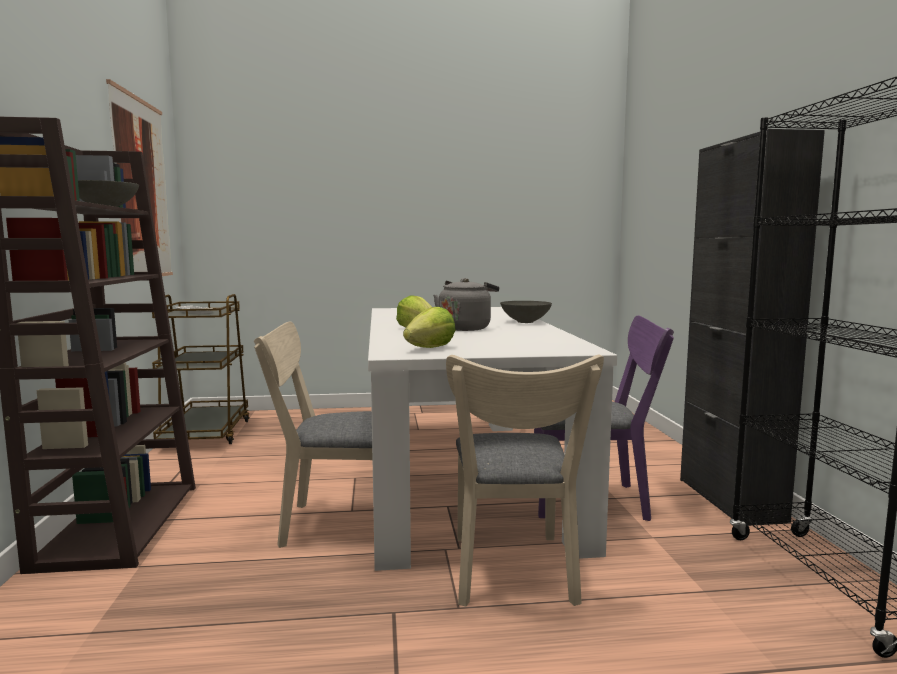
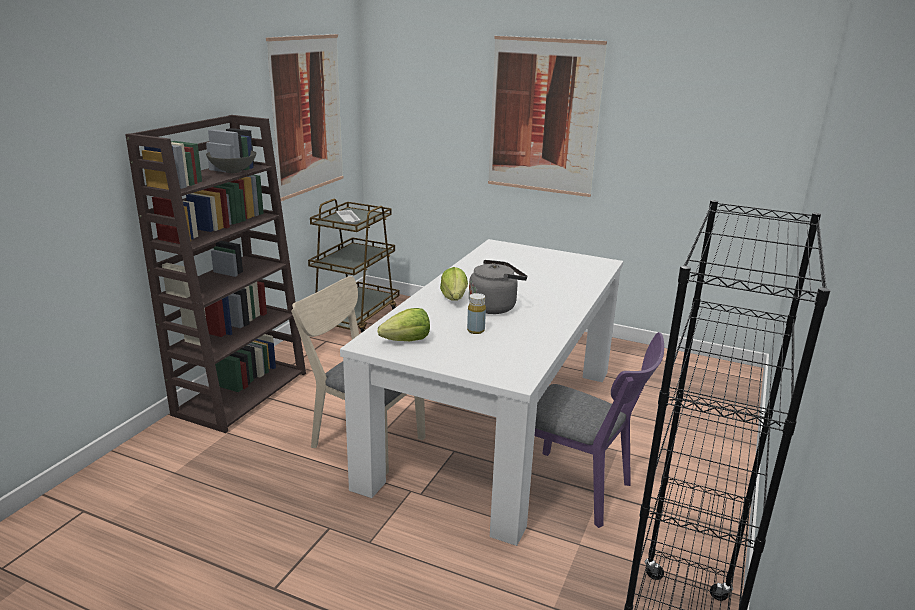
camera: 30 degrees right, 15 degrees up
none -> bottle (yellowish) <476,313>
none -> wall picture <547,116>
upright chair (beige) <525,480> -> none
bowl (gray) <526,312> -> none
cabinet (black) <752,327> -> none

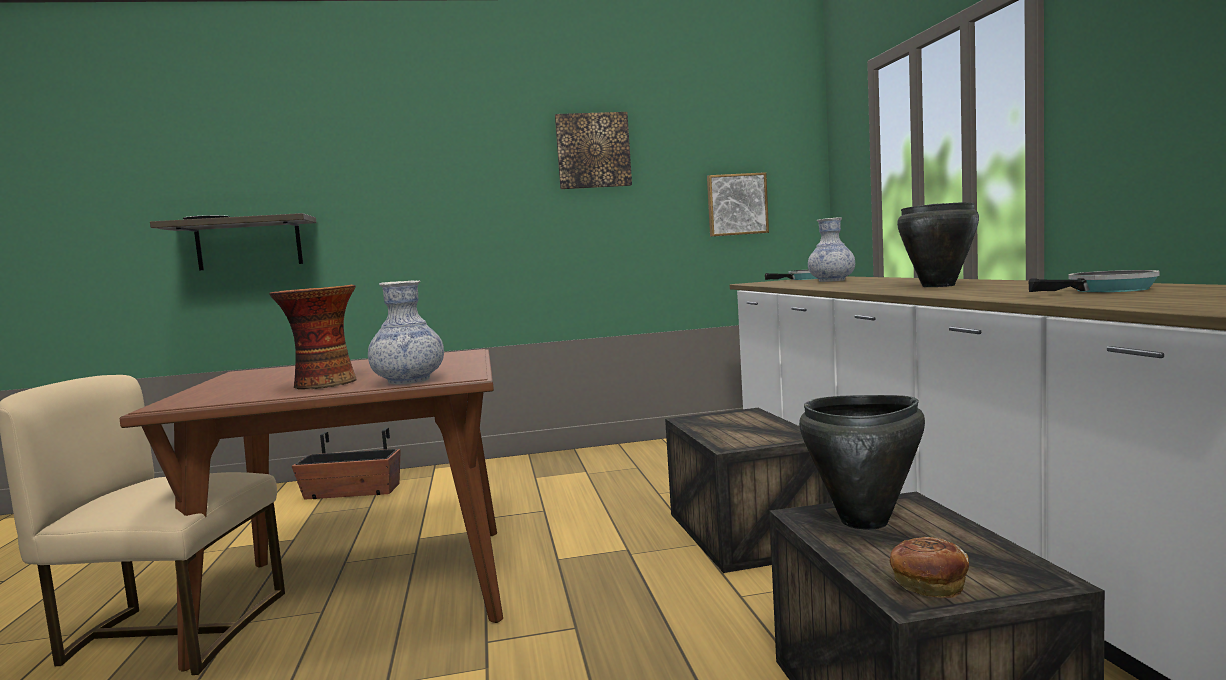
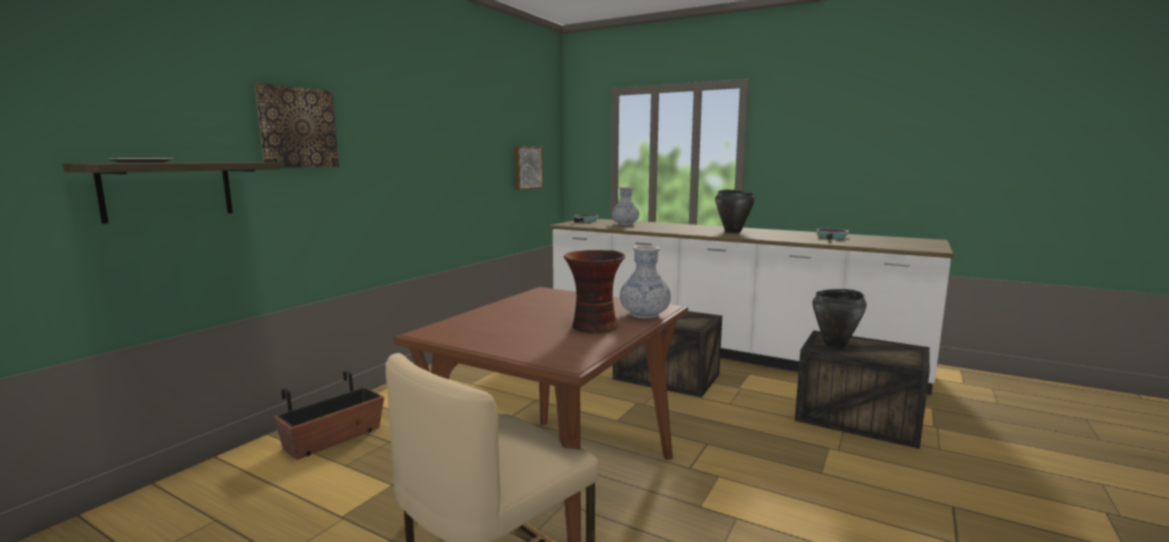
camera: 50 degrees left, 5 degrees up
wall picture <593,150> -> wall picture <297,125>, moved
baked bread <929,567> -> none

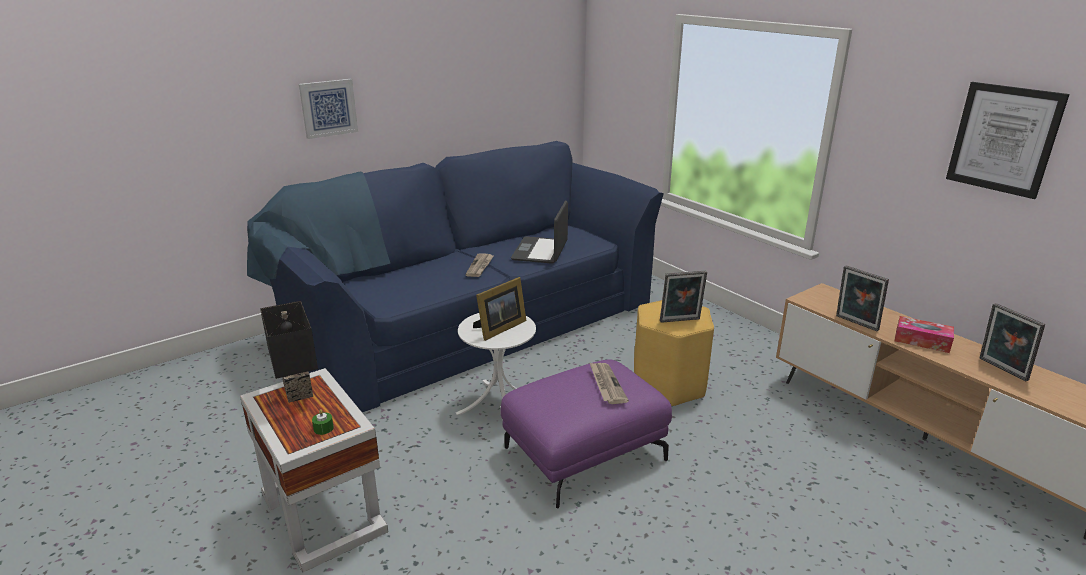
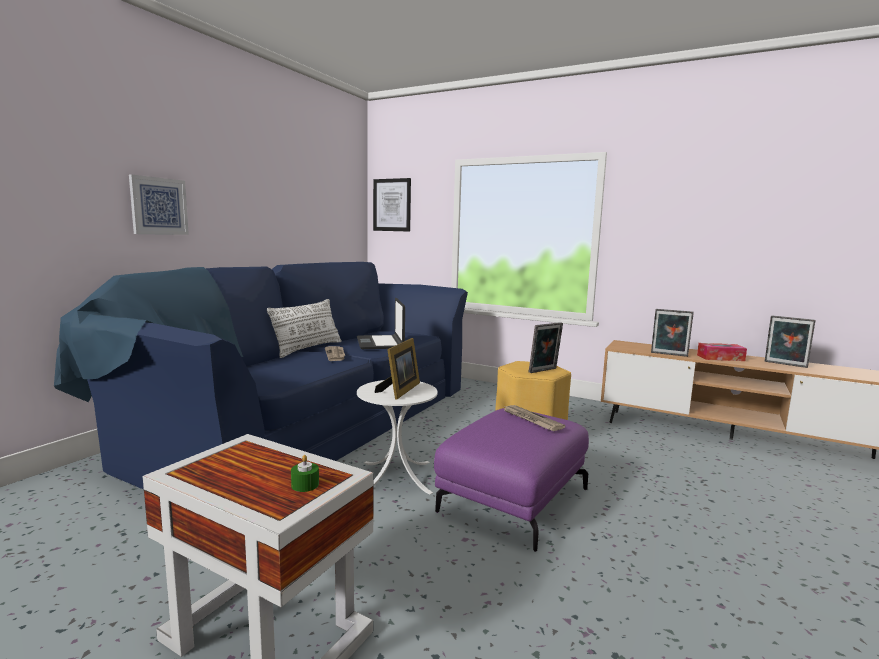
camera: 25 degrees left, 15 degrees down
none -> throw pillow (white-coloured) <304,328>
wall picture <1007,140> -> wall picture <392,205>, moved
tabletop lamp (black) <289,352> -> none

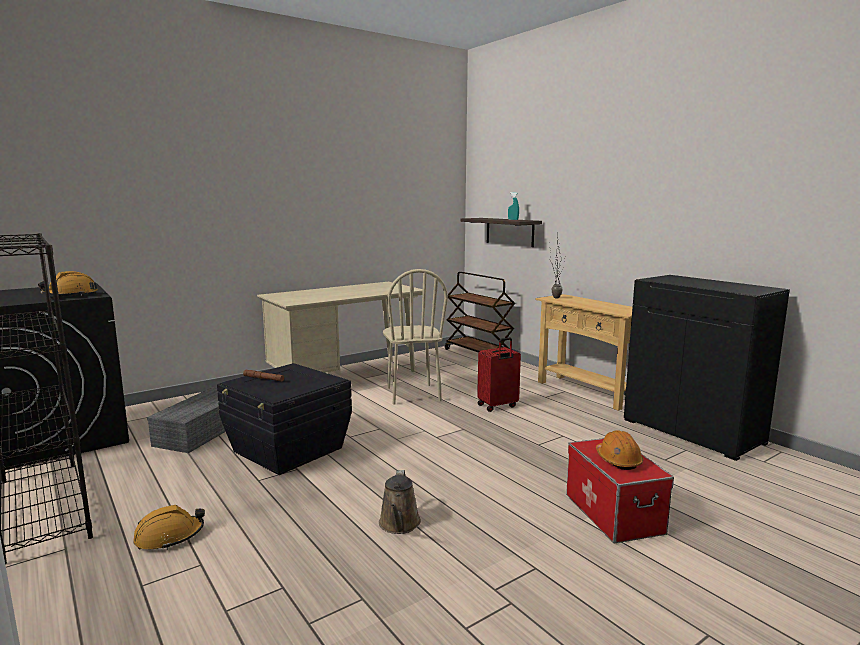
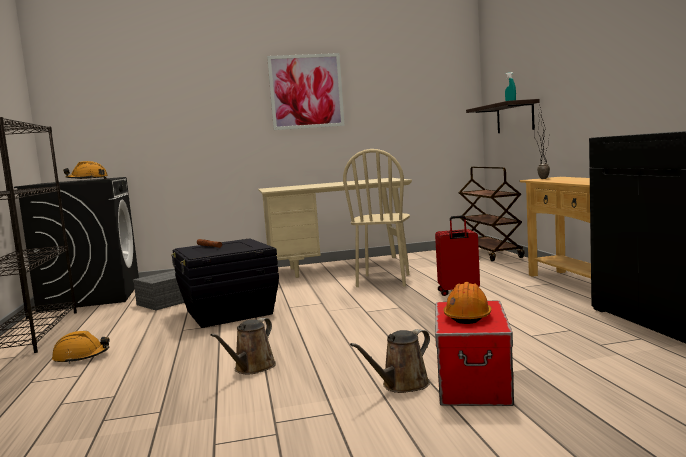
camera: 25 degrees right, 5 degrees down
none -> wall picture <306,91>
none -> watering pot (brownish) <390,361>

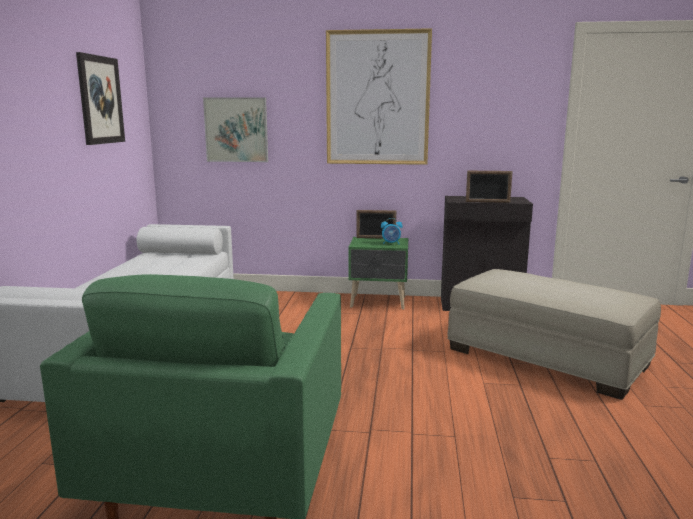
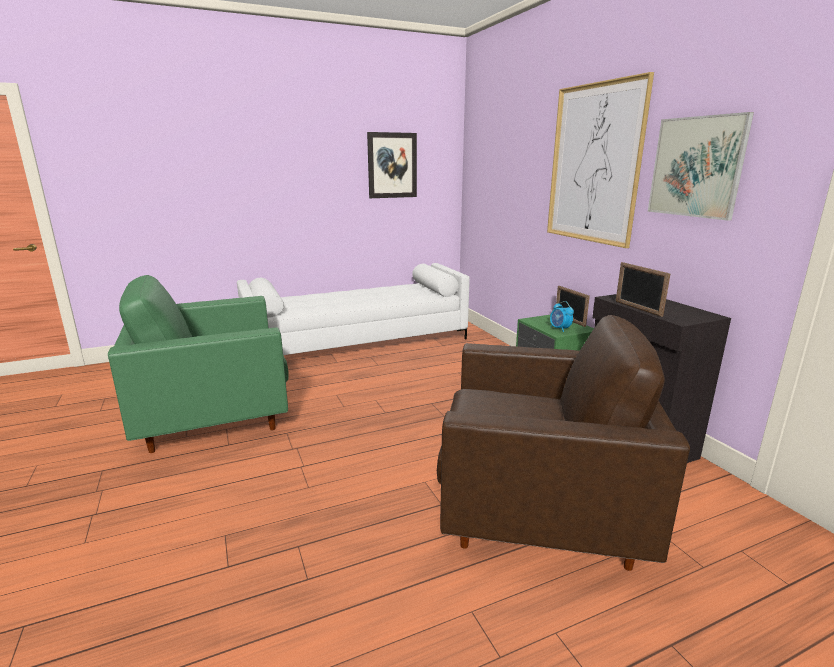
camera: 60 degrees right, 5 degrees up
pouffe (beige) <554,334> -> armchair (brownish) <563,443>
wall picture <235,129> -> wall picture <701,166>, moved

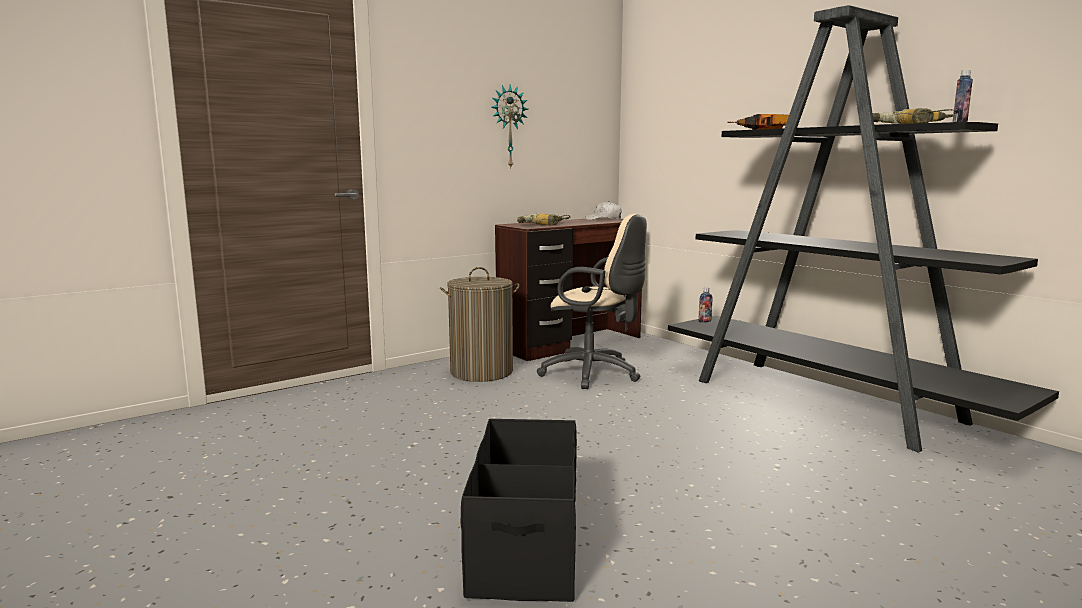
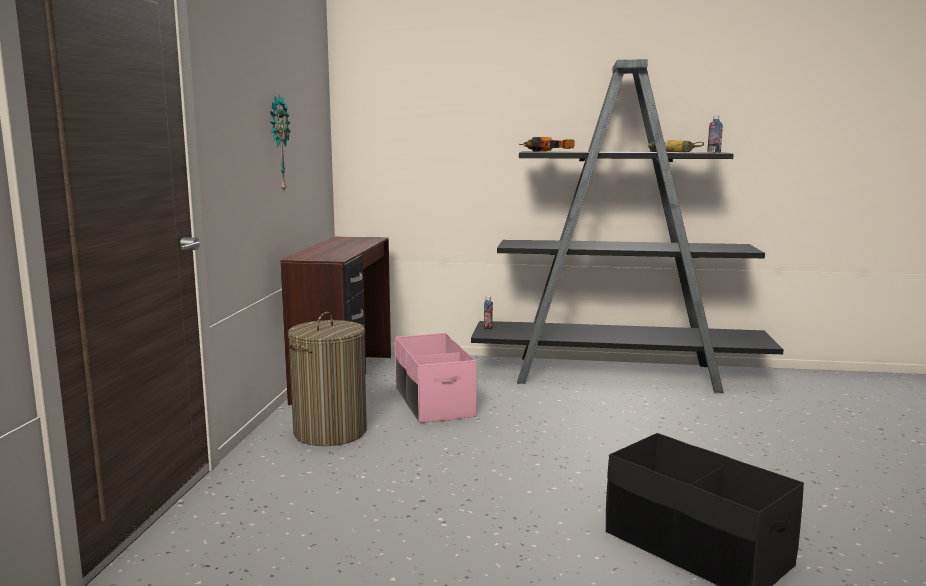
camera: 45 degrees left, 0 degrees up
computer chair (beige) <592,301> -> storage bin (pink) <436,378>
drill <543,219> -> none
cap (white-coloured) <603,210> -> none

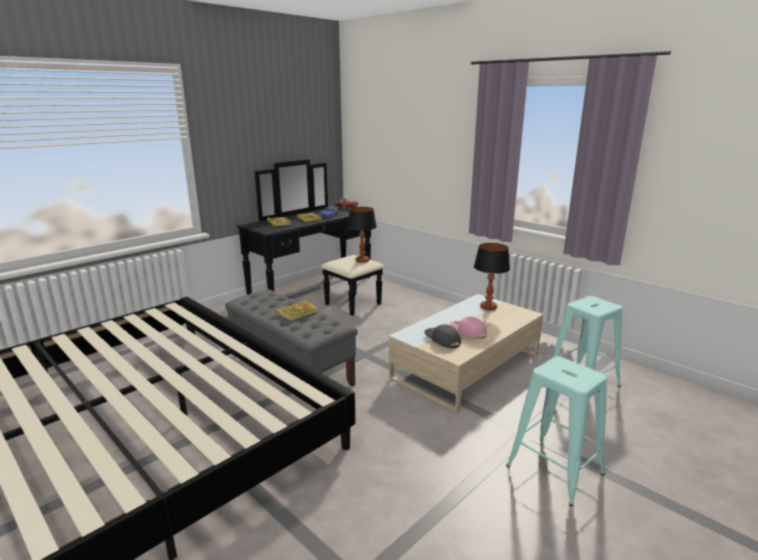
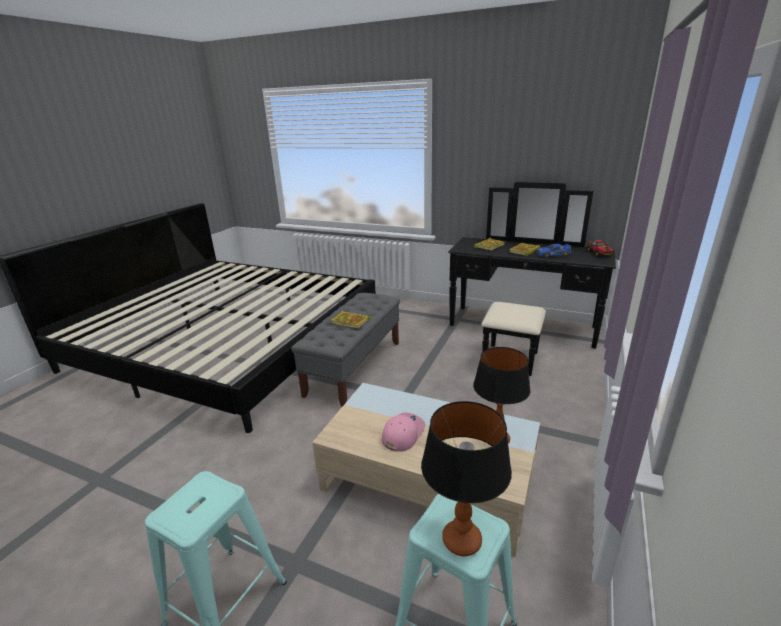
camera: 70 degrees right, 5 degrees up
tabletop lamp <362,235> -> tabletop lamp <466,478>, moved
cap (gray) <442,336> -> none

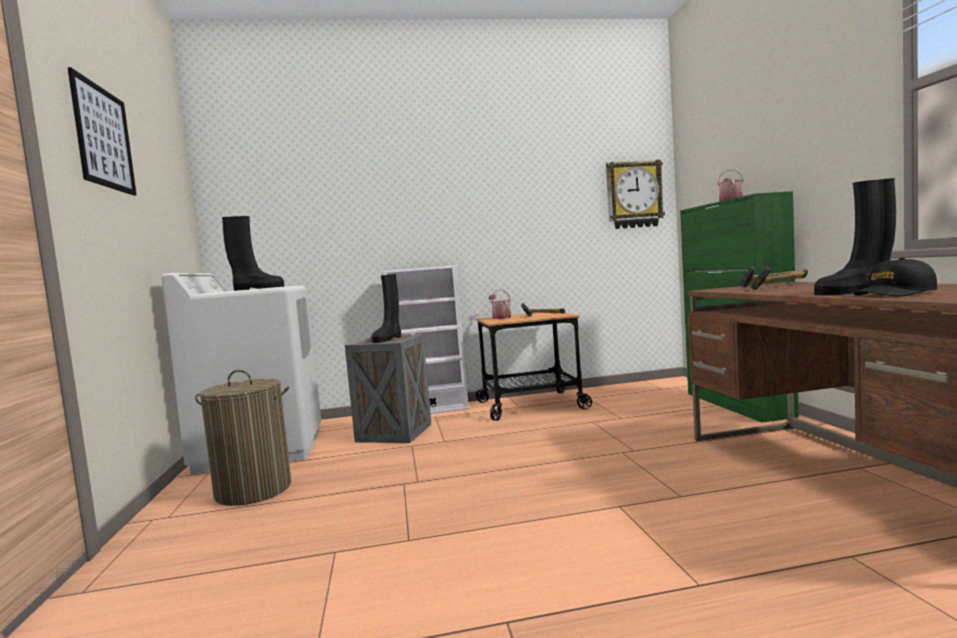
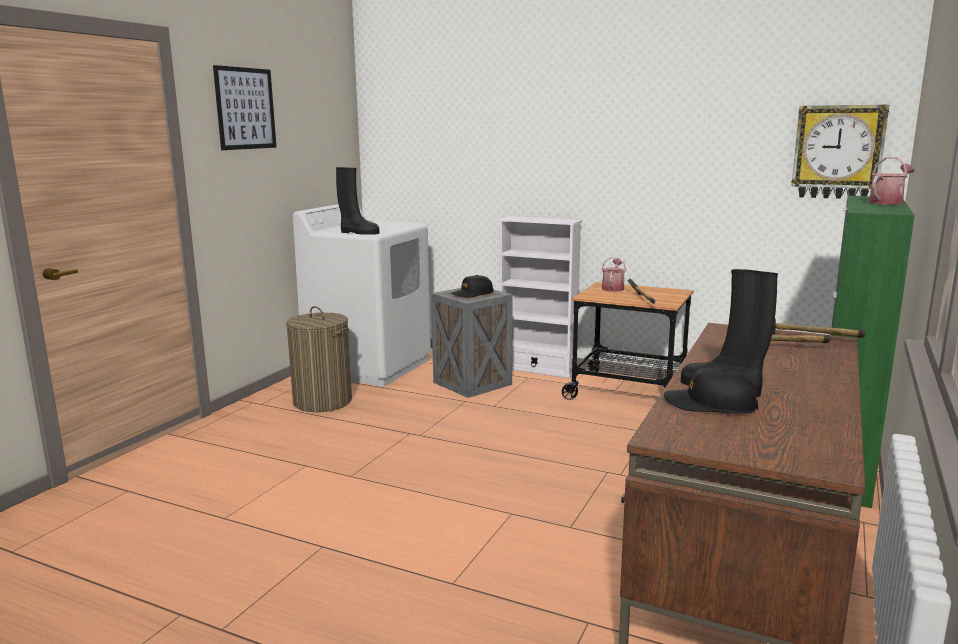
camera: 35 degrees right, 10 degrees up
tall boot (black) <386,308> -> cap (black) <472,286>

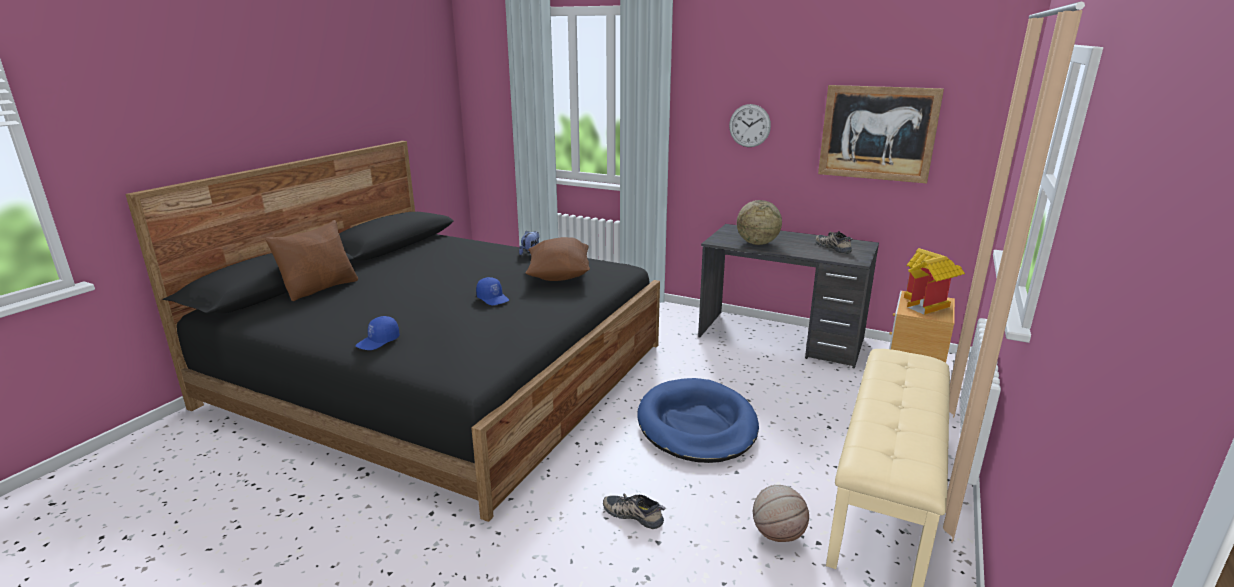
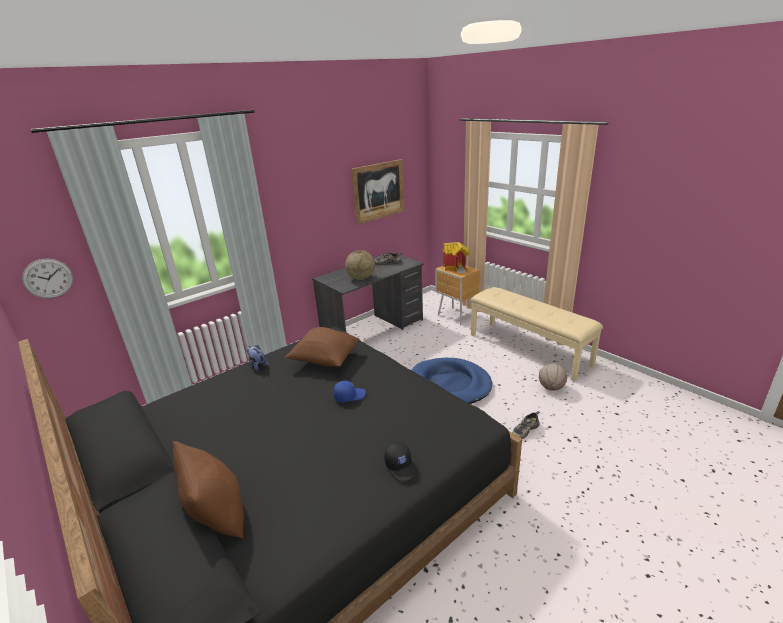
camera: 65 degrees left, 5 degrees up
wall clock <750,125> -> wall clock <47,279>, moved
cap (bluish) <378,333> -> cap (black) <400,461>

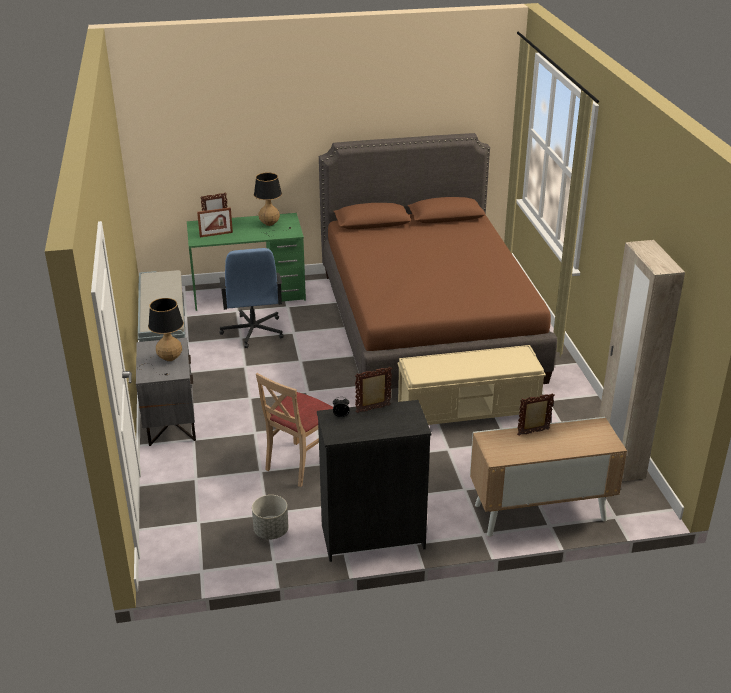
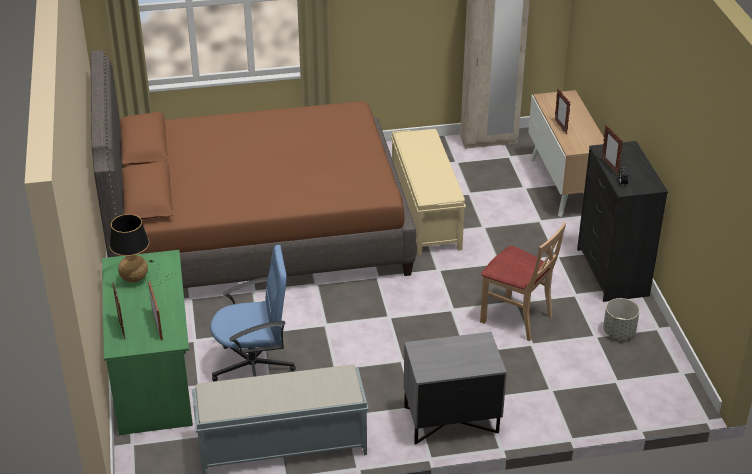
camera: 90 degrees left, 5 degrees up
tabletop lamp <163,336> -> none

